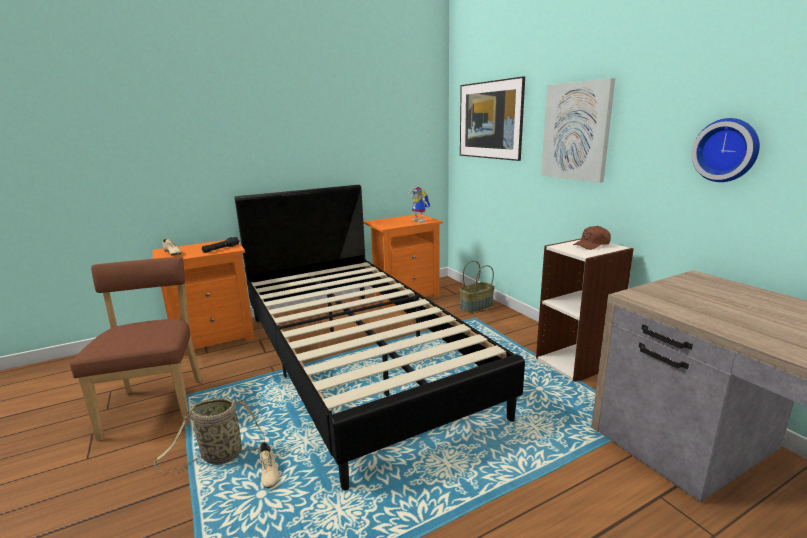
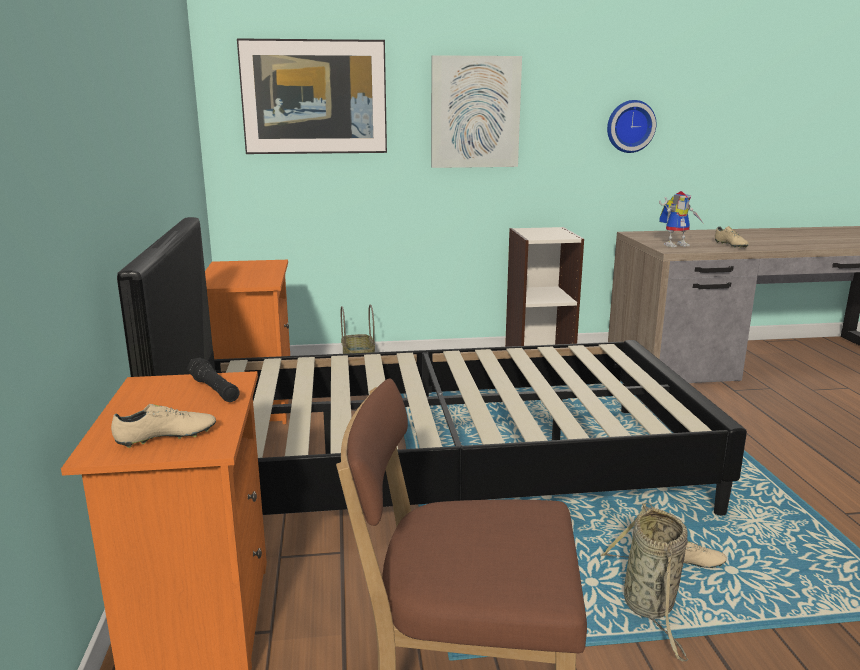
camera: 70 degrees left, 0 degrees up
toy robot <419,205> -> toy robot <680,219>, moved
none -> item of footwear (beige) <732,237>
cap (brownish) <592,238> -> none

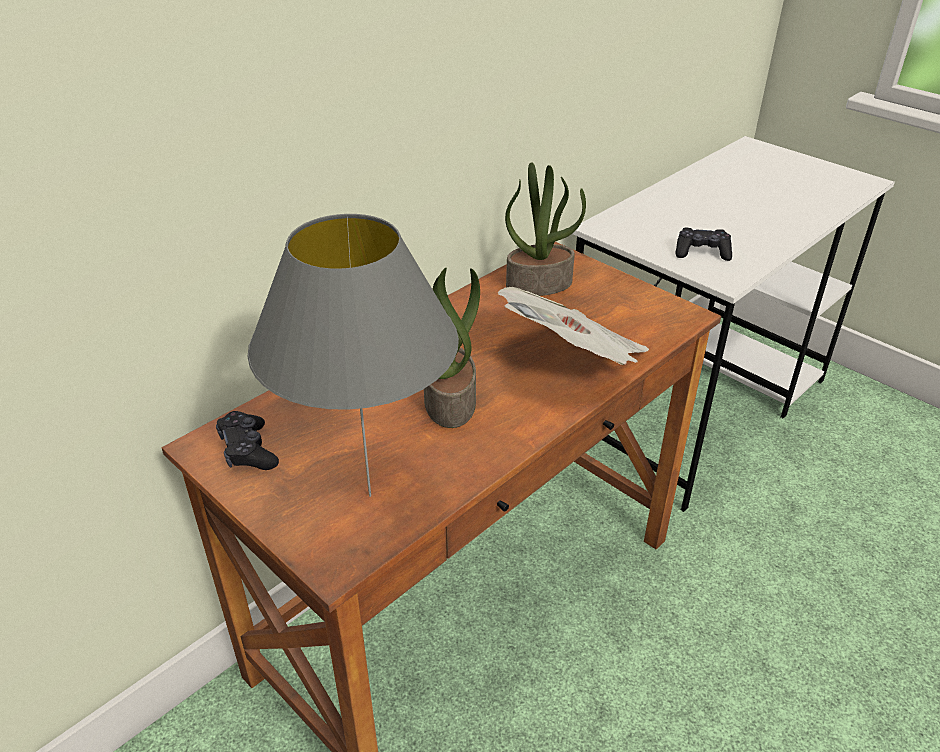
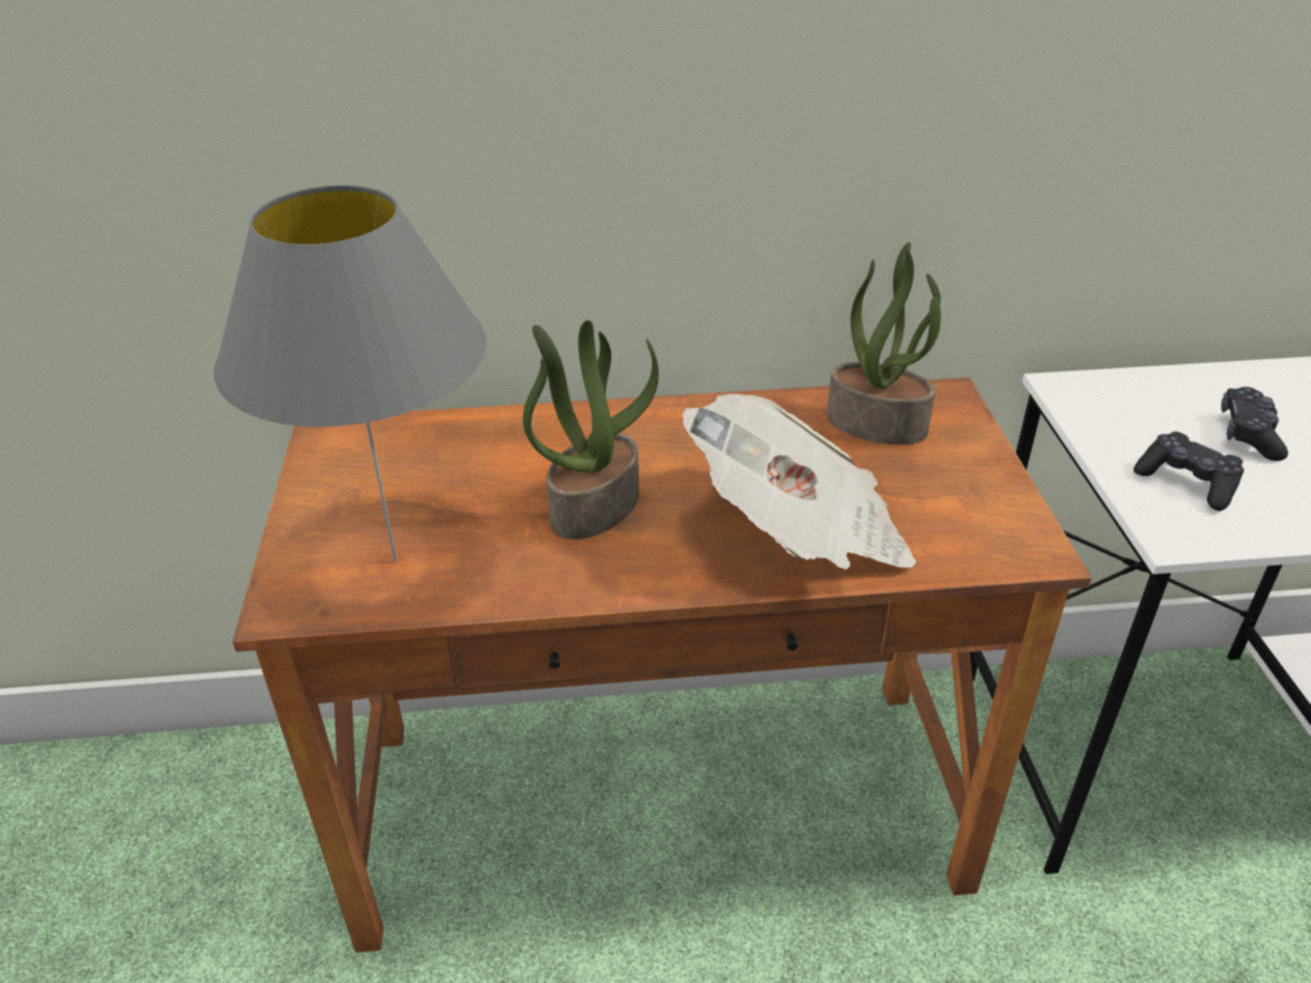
camera: 40 degrees right, 0 degrees up
gamepad (black) <247,440> -> gamepad (black) <1254,424>, moved

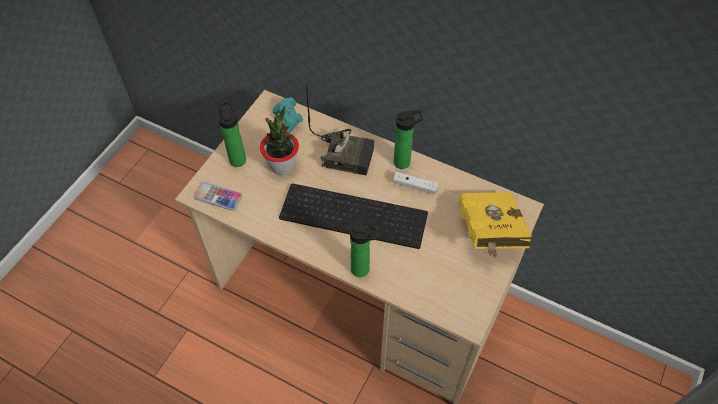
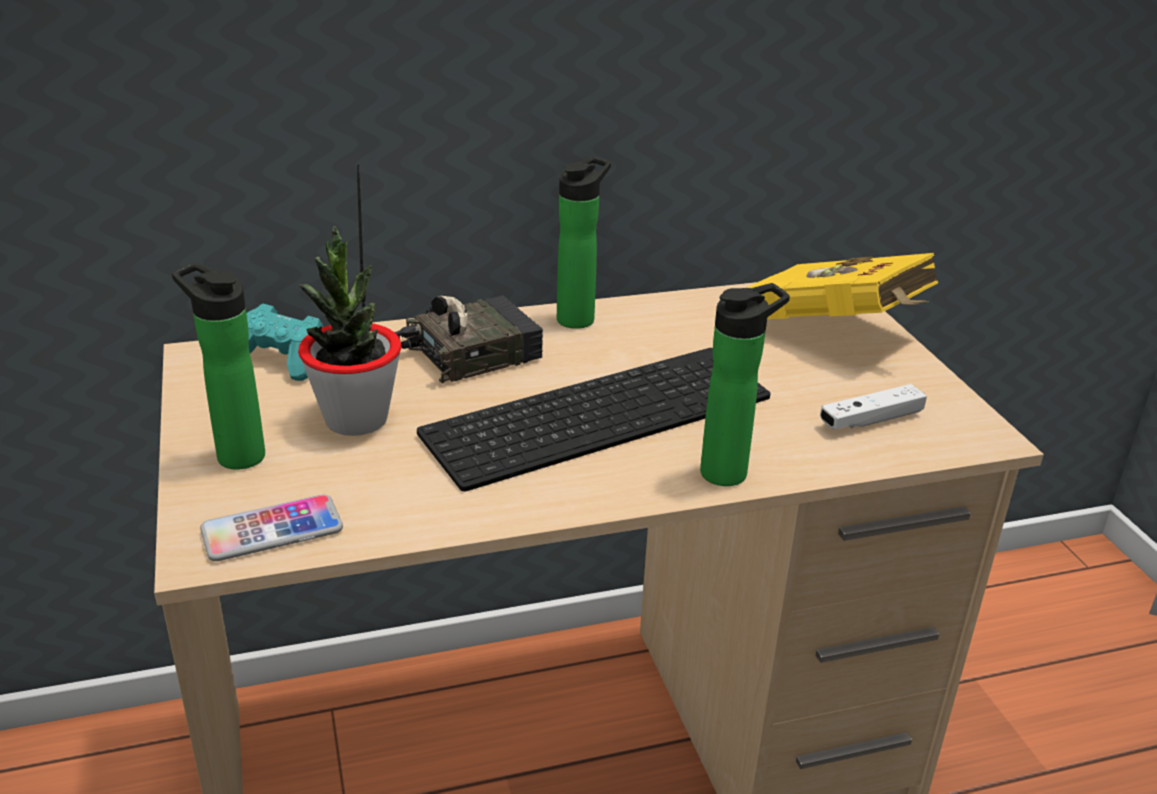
camera: 45 degrees left, 25 degrees down
gamepad (white-coloured) <415,183> -> gamepad (white-coloured) <873,406>, moved

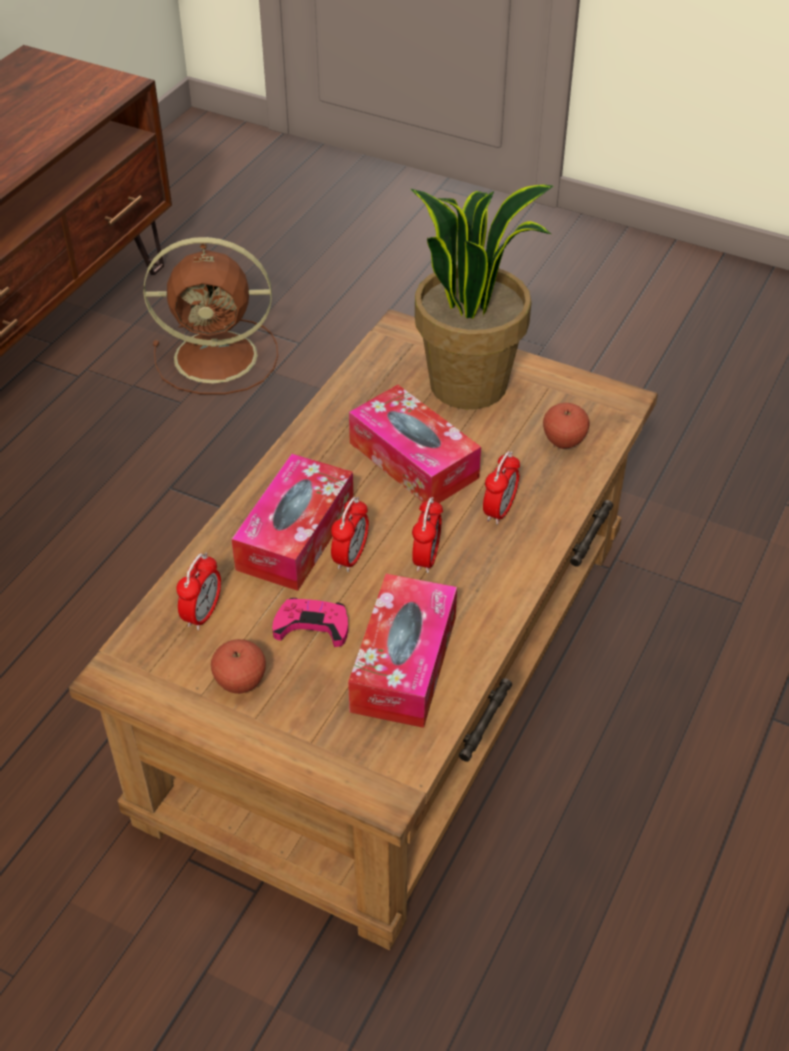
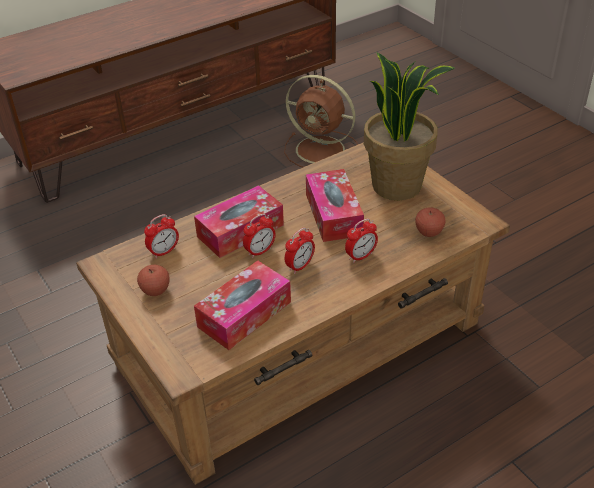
camera: 30 degrees right, 5 degrees down
gamepad (pink) <310,622> -> none

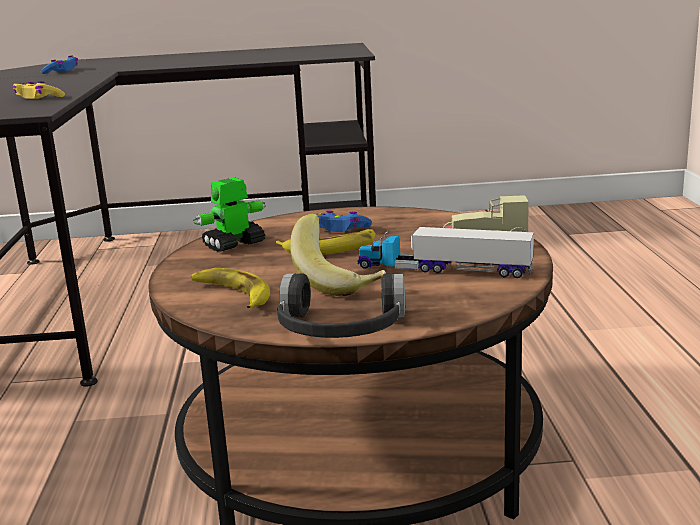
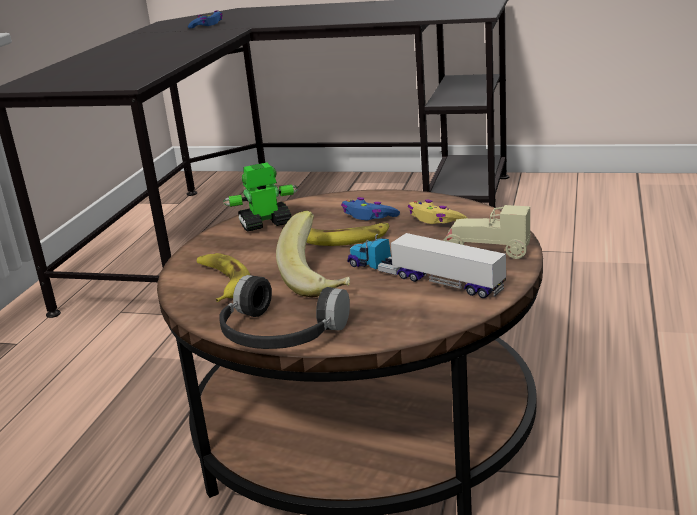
camera: 20 degrees right, 5 degrees up
gamepad (yellowish) <38,90> -> gamepad (yellowish) <437,212>, moved

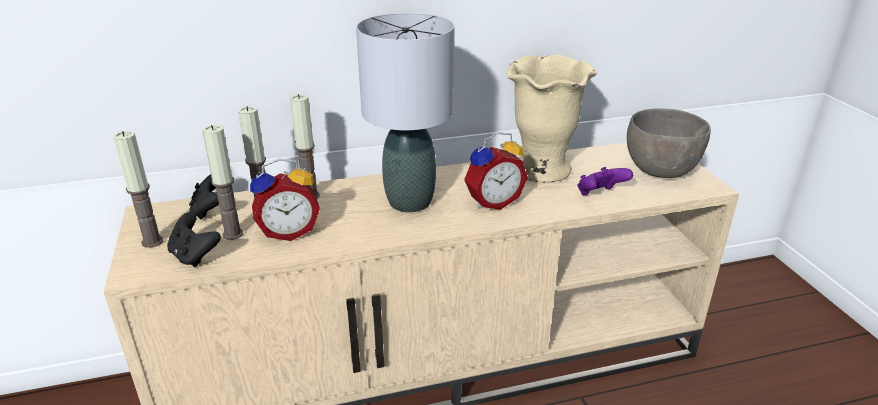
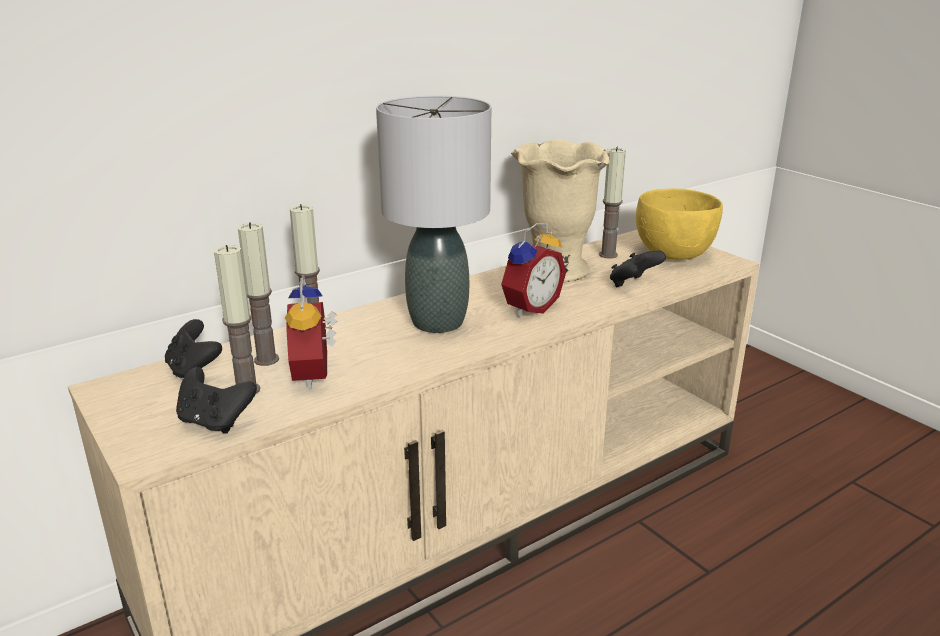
camera: 20 degrees left, 5 degrees down
bedside clock <285,200> -> bedside clock <311,332>, 120 degrees clockwise
wax candle <137,189> -> wax candle <612,203>, moved
gamepad (purple) <605,181> -> gamepad (black) <638,268>
bowl (gray) <669,143> -> bowl (yellowish) <679,224>

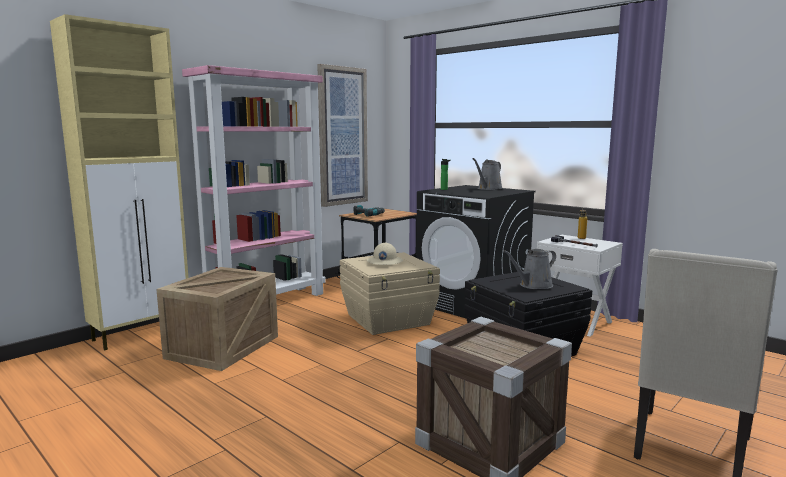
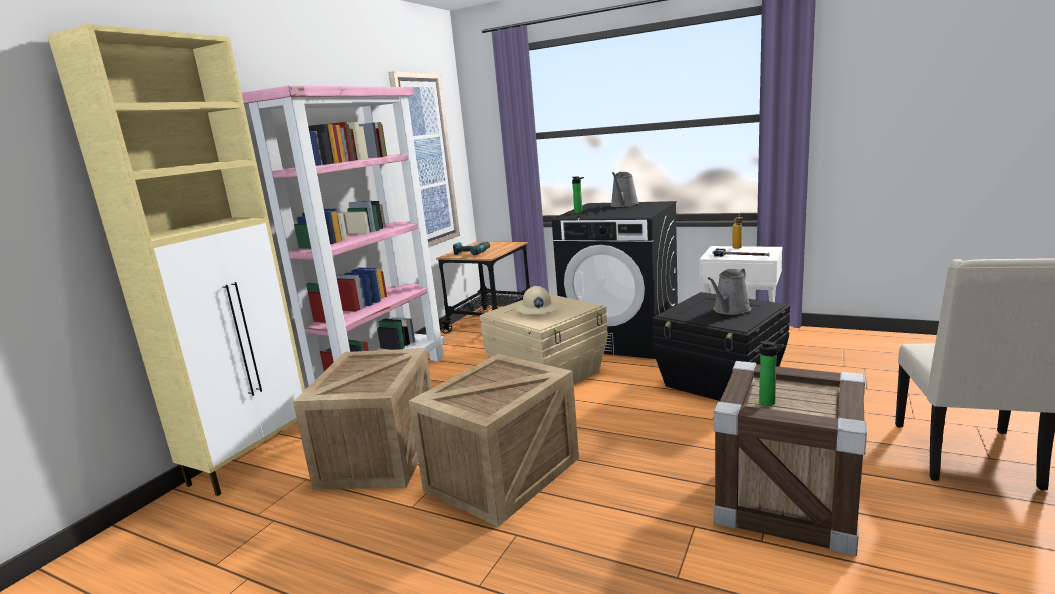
camera: 15 degrees left, 5 degrees up
none -> crate <494,440>
none -> bottle <771,373>

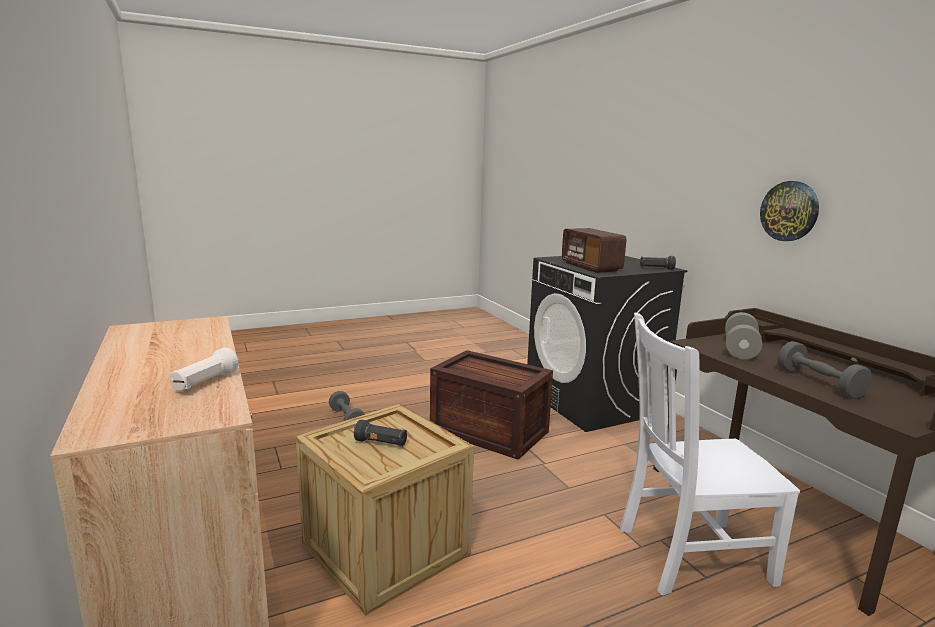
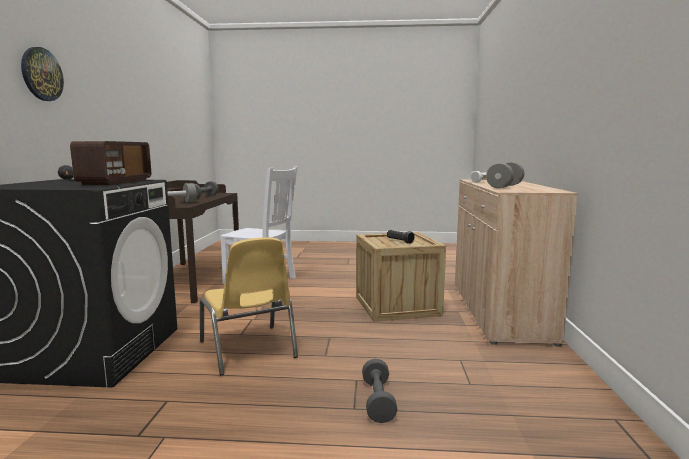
camera: 150 degrees left, 5 degrees down
wall clock <789,211> -> wall clock <42,74>, moved
crate <491,405> -> upright chair (yellowish) <249,306>
none -> free weight (gray) <505,175>

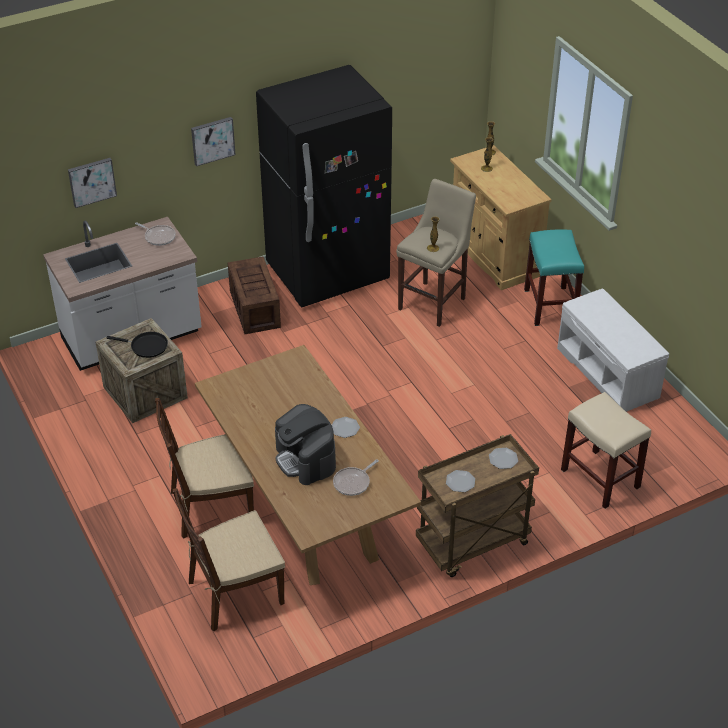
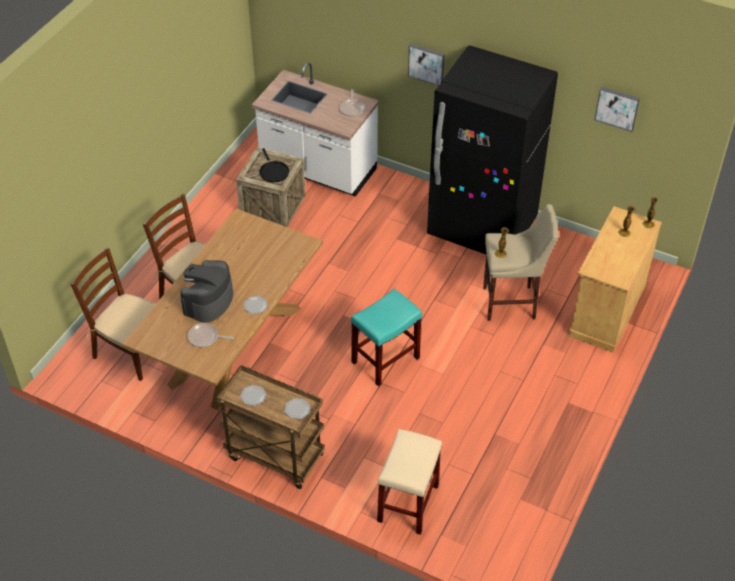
camera: 55 degrees right, 5 degrees up
stool seat (turquoise) <554,277> -> stool seat (turquoise) <386,338>, moved
wall picture <92,183> -> wall picture <617,109>, moved
crate <254,295> -> none
bench (white-coloured) <613,350> -> none

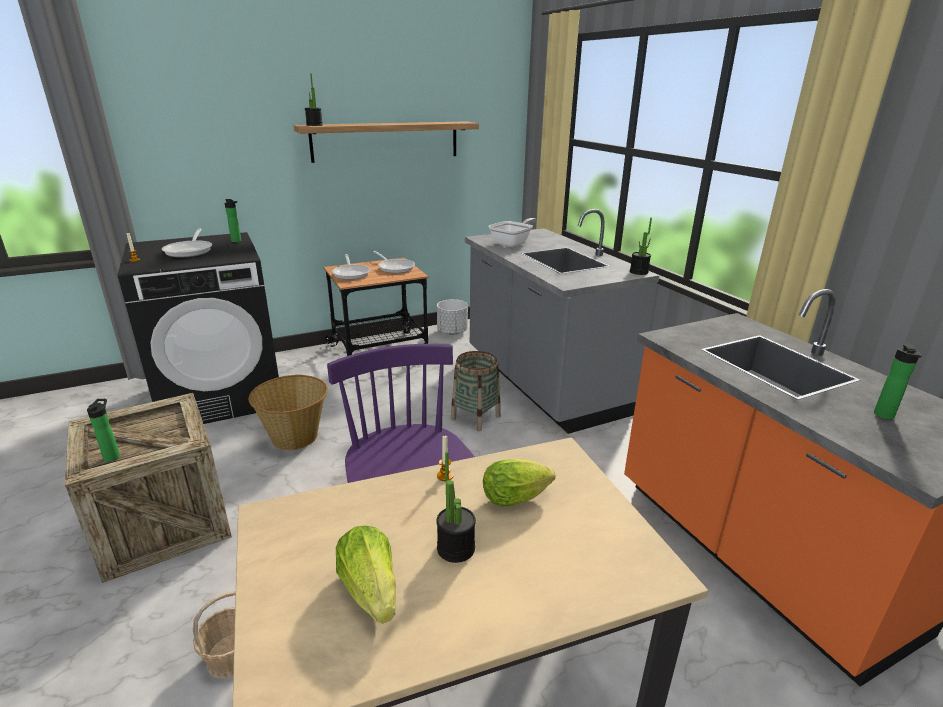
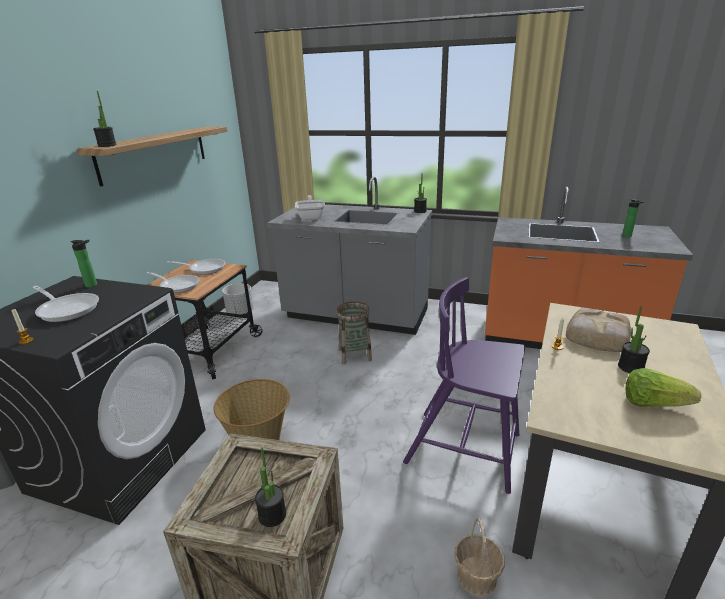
camera: 45 degrees left, 0 degrees up
bottle <103,430> -> houseplant <270,487>
lettuce head <519,483> -> baked bread <598,330>

